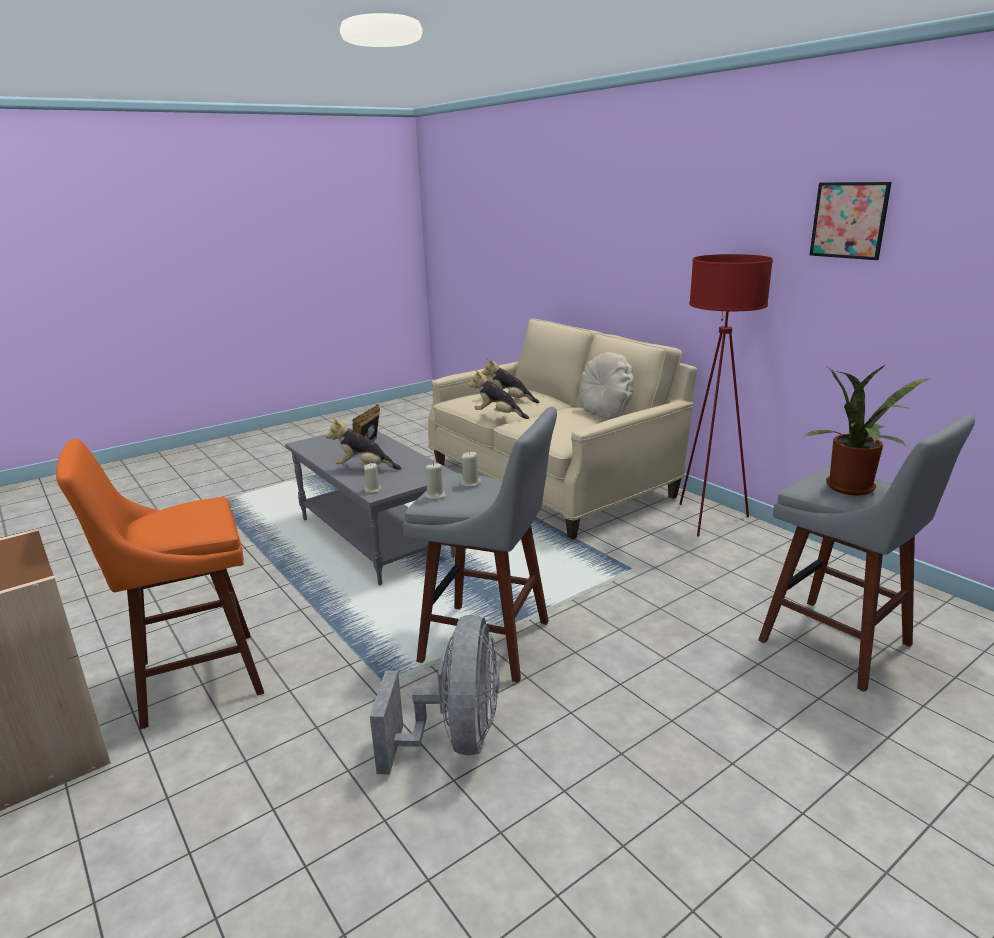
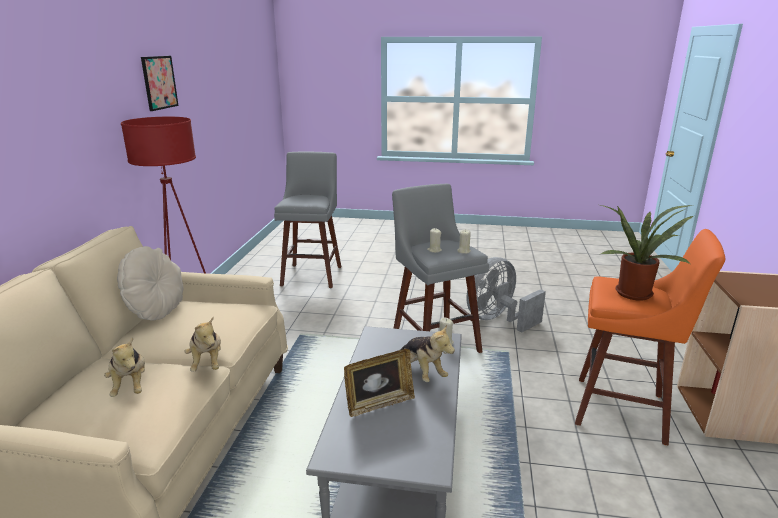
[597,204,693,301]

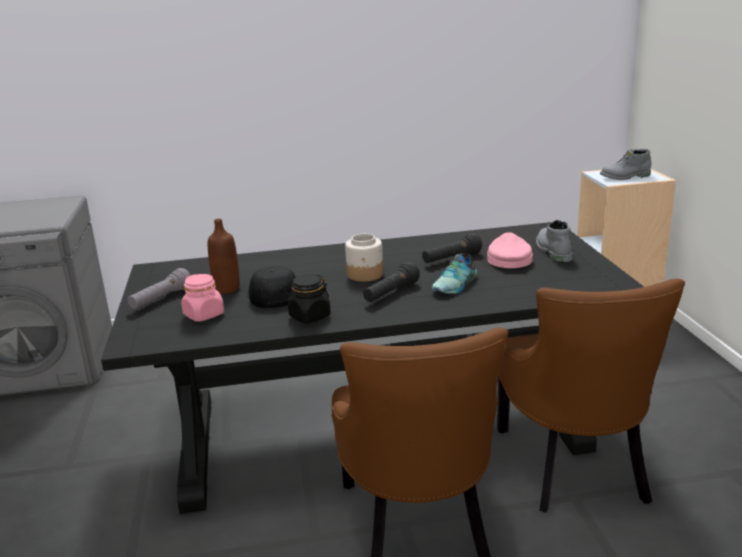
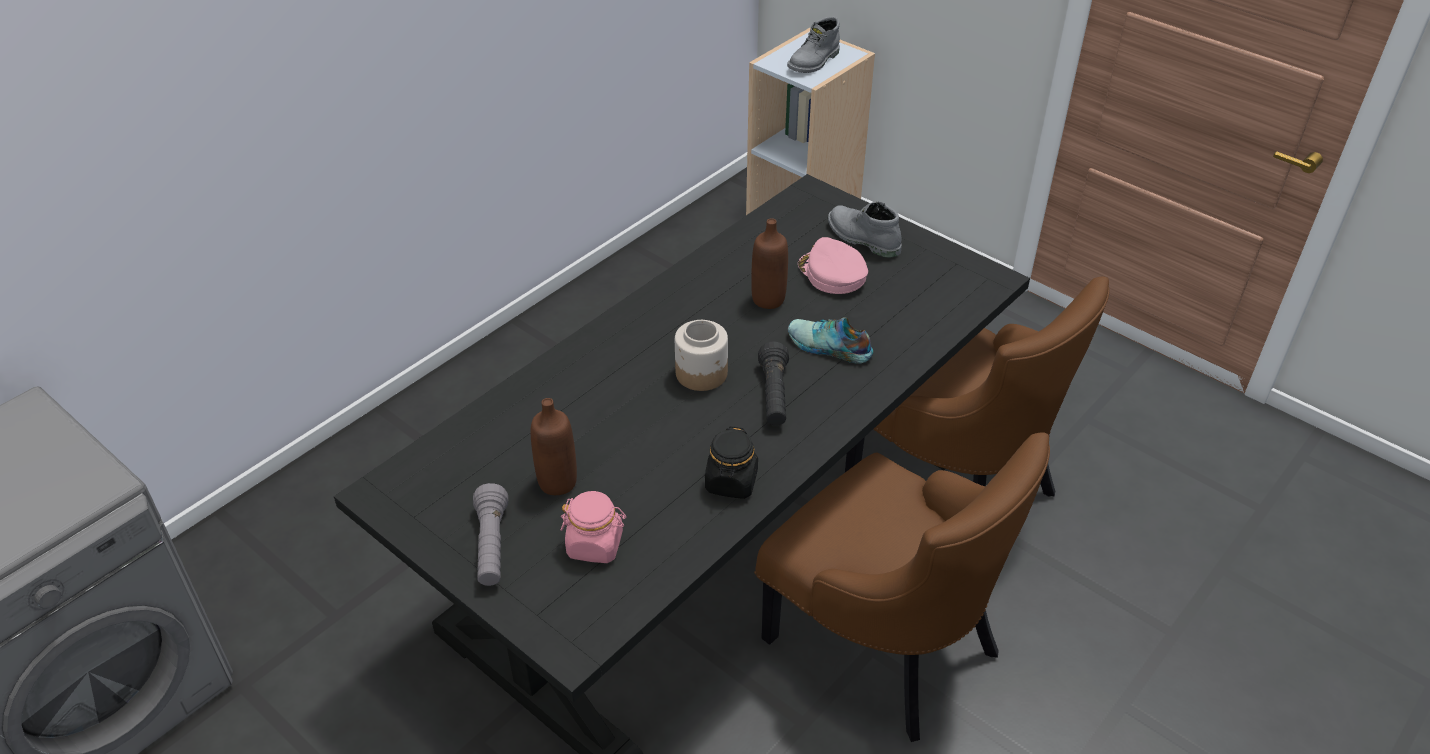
[751,218,788,309]
[788,318,873,364]
[247,266,296,308] (first image)

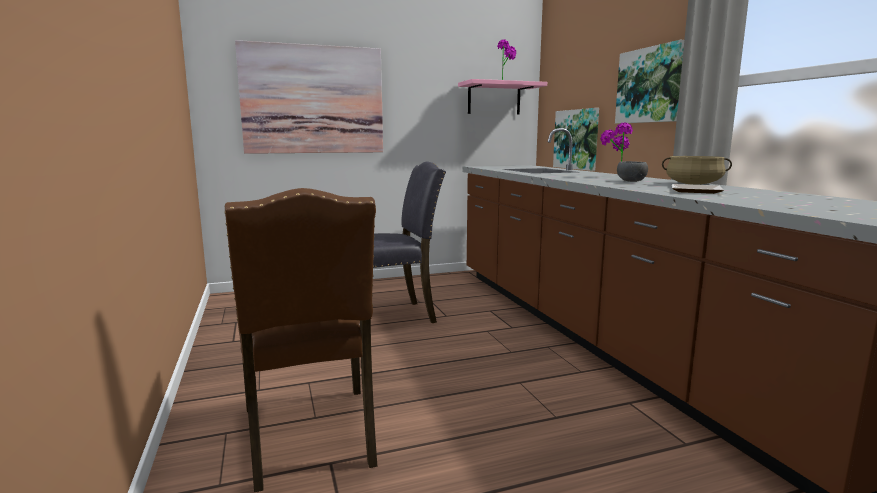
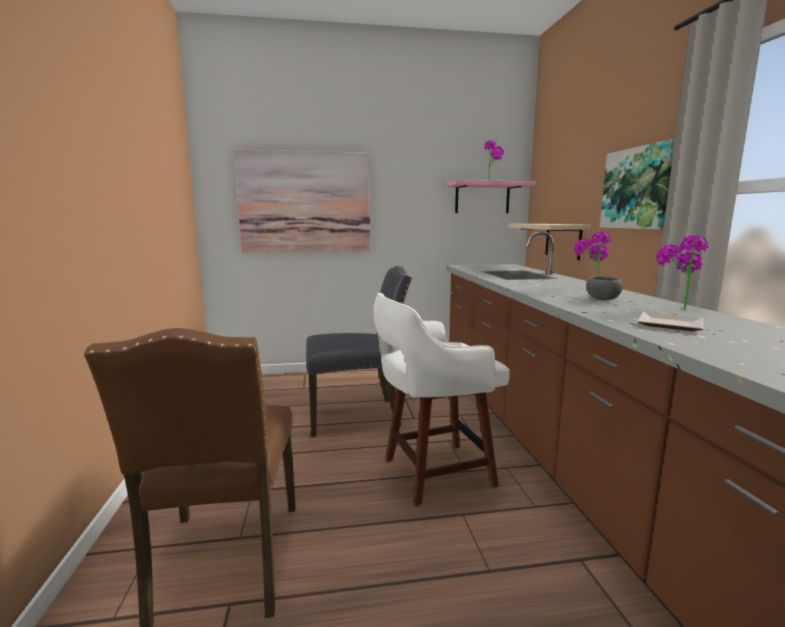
[509,224,591,260]
[656,235,708,310]
[373,293,510,506]

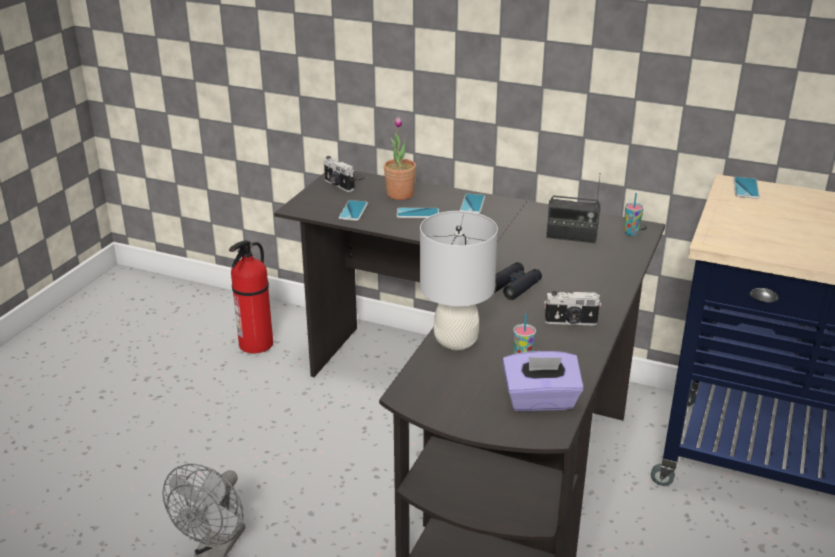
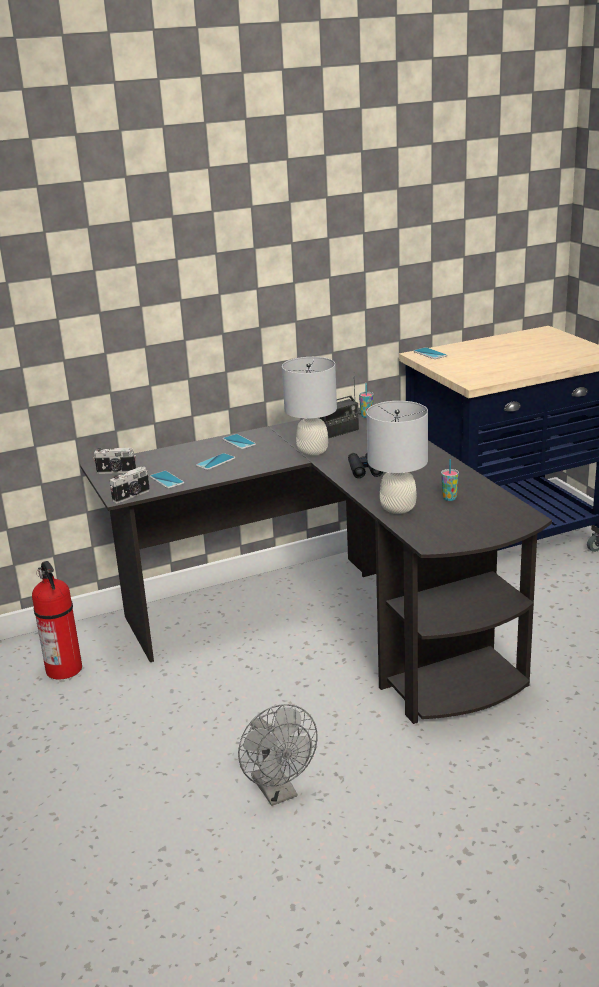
[384,117,416,200] (first image)
[110,467,150,503]
[502,351,584,411] (first image)
[282,357,337,456]

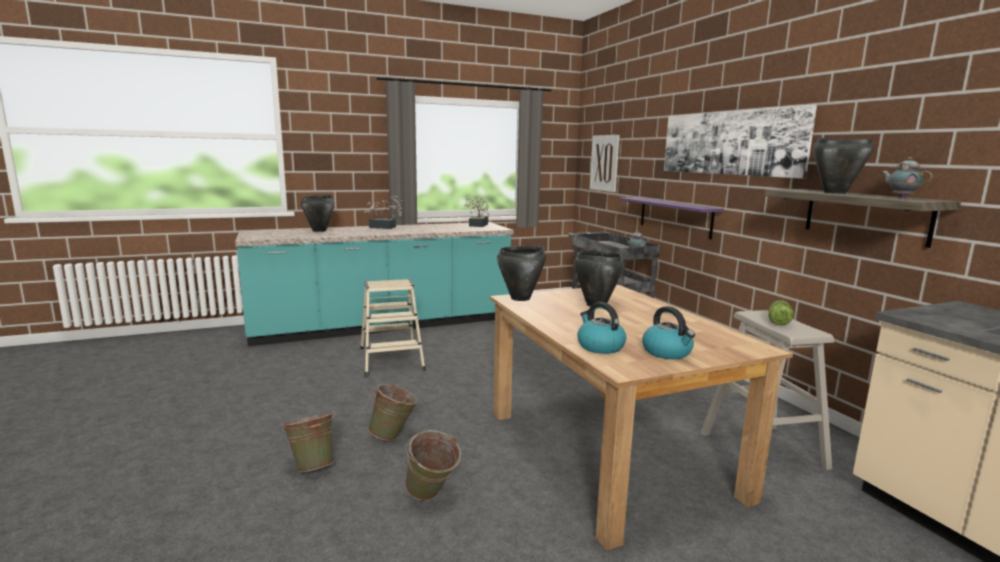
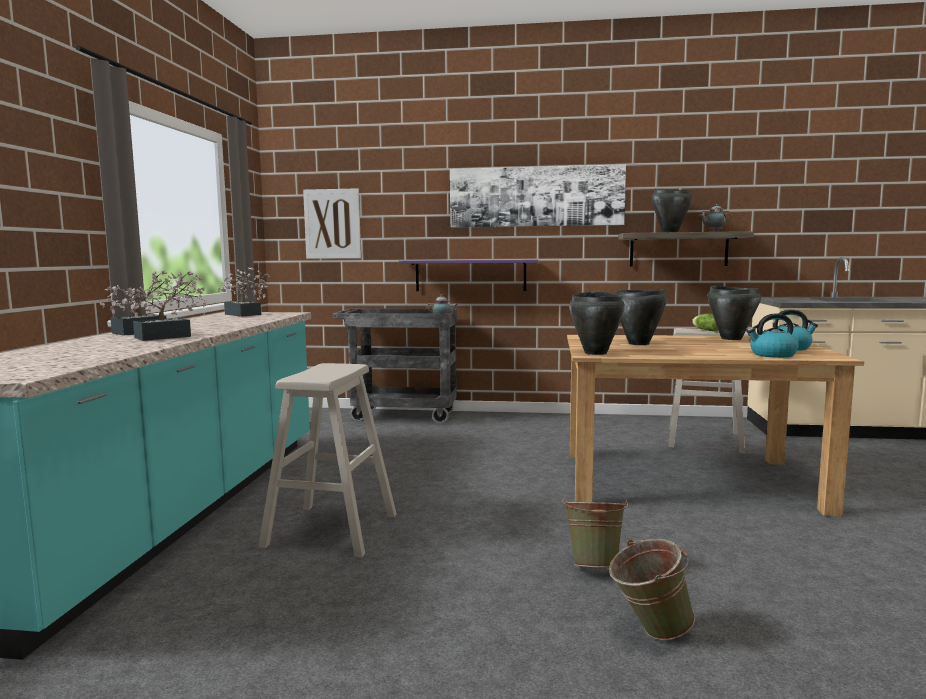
[708,286,761,340]
[258,363,396,558]
[405,430,461,501] (first image)
[119,271,207,341]

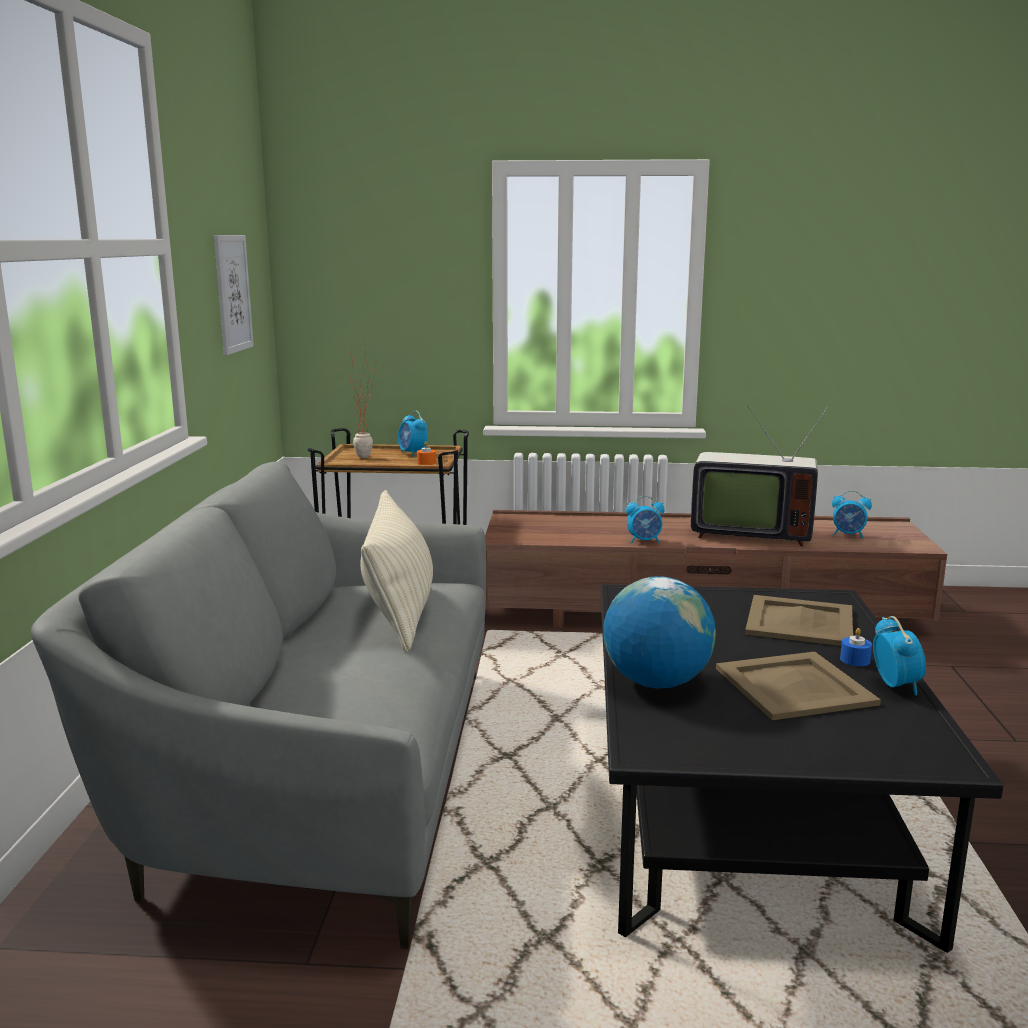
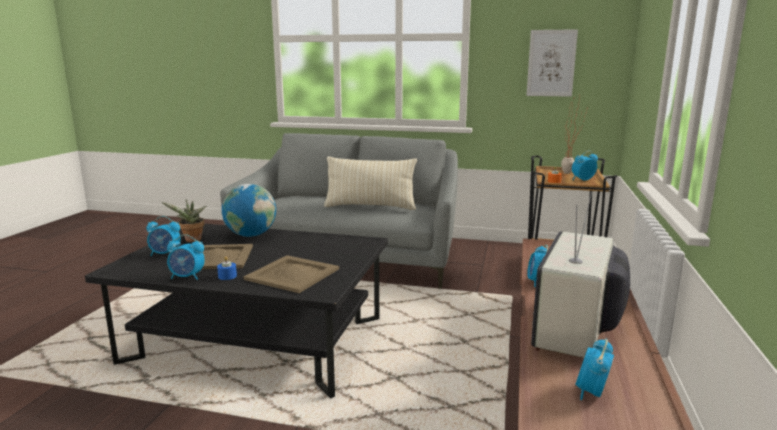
[162,199,206,242]
[147,216,181,256]

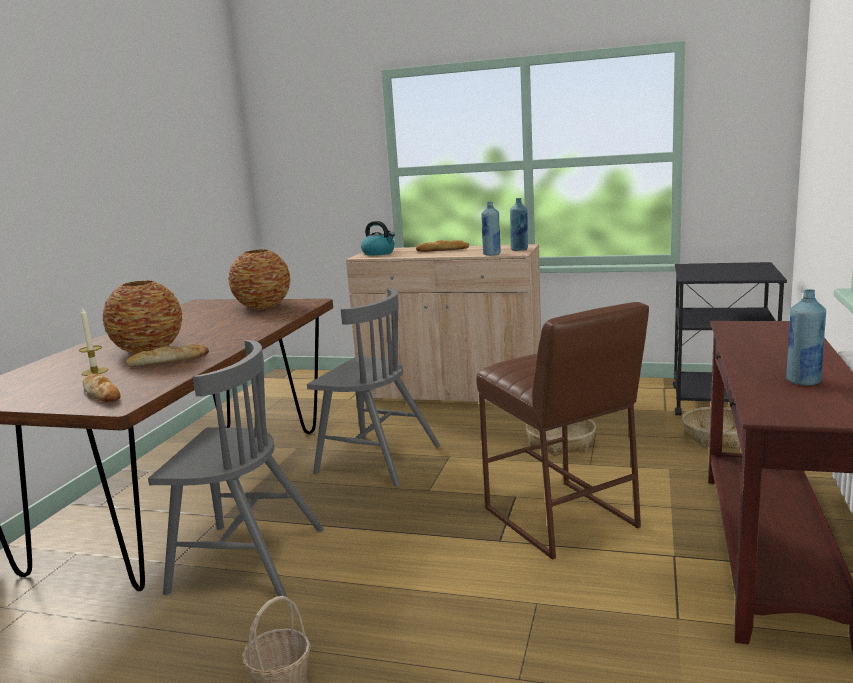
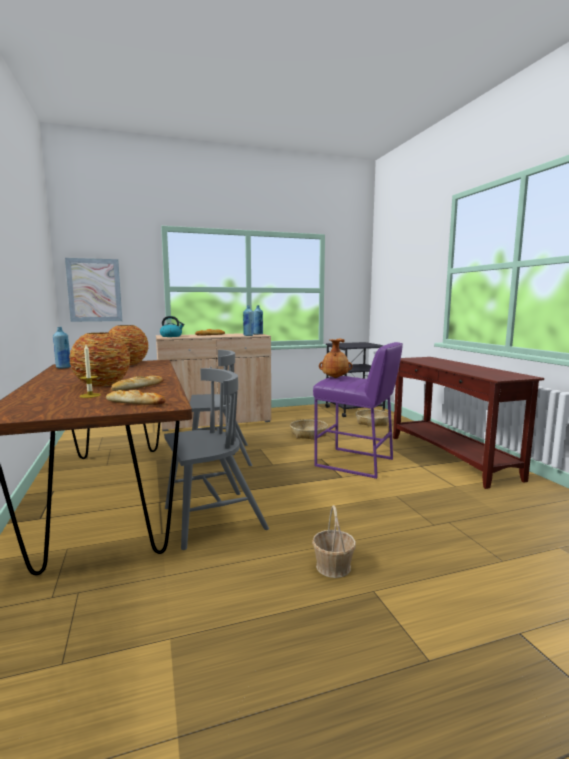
[53,327,71,369]
[313,342,403,479]
[65,258,122,322]
[319,339,352,378]

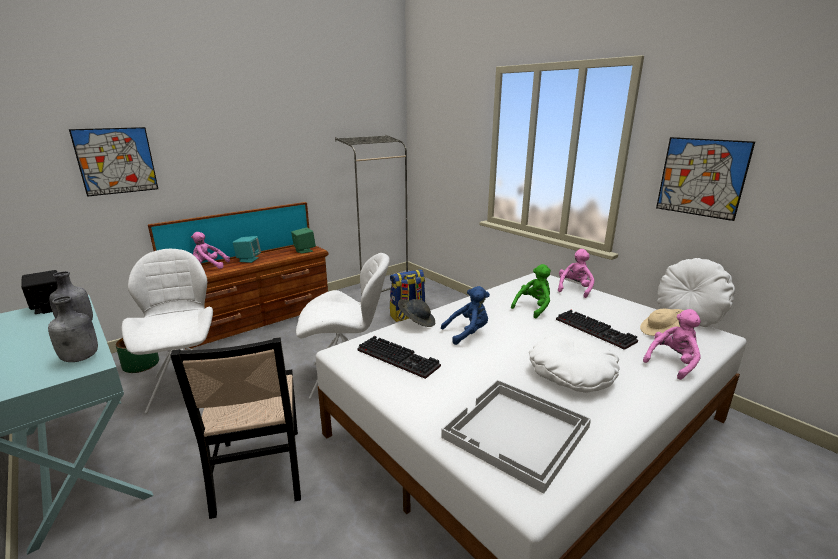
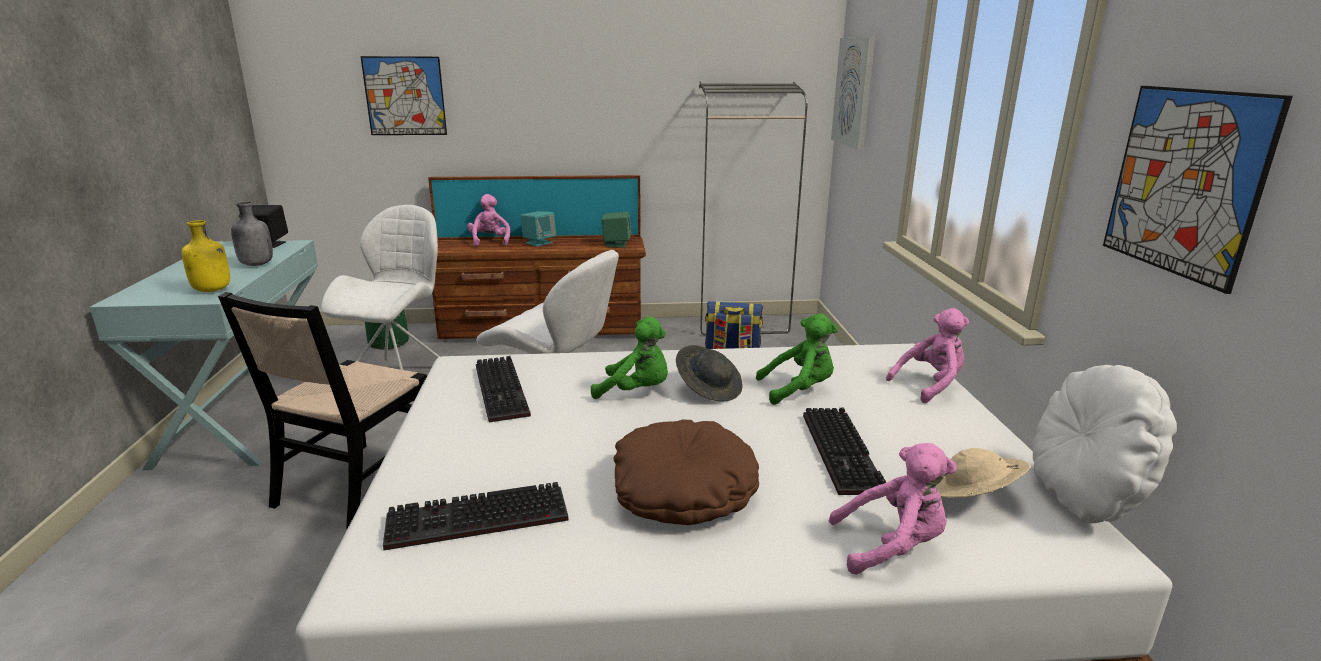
[467,194,510,247]
[591,317,668,399]
[182,220,230,292]
[676,345,743,401]
[613,419,759,525]
[383,482,569,550]
[831,37,875,150]

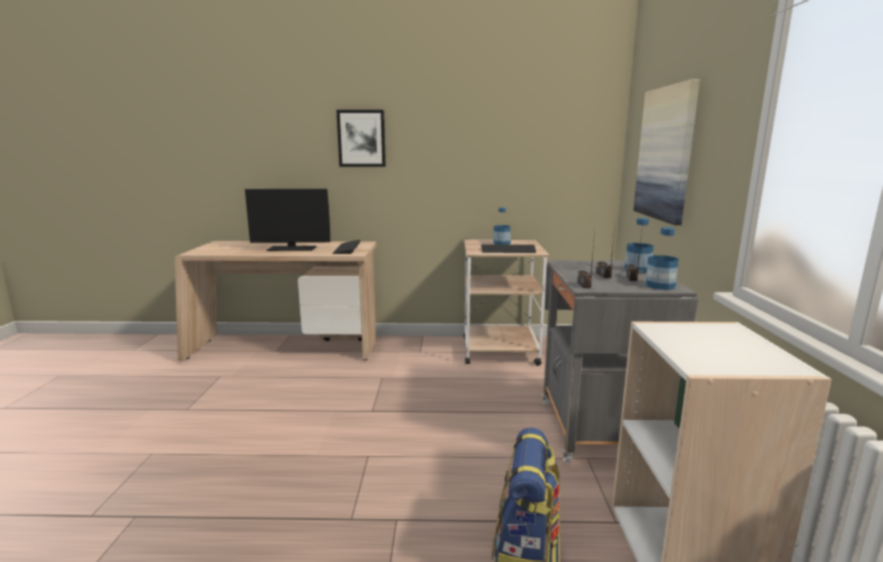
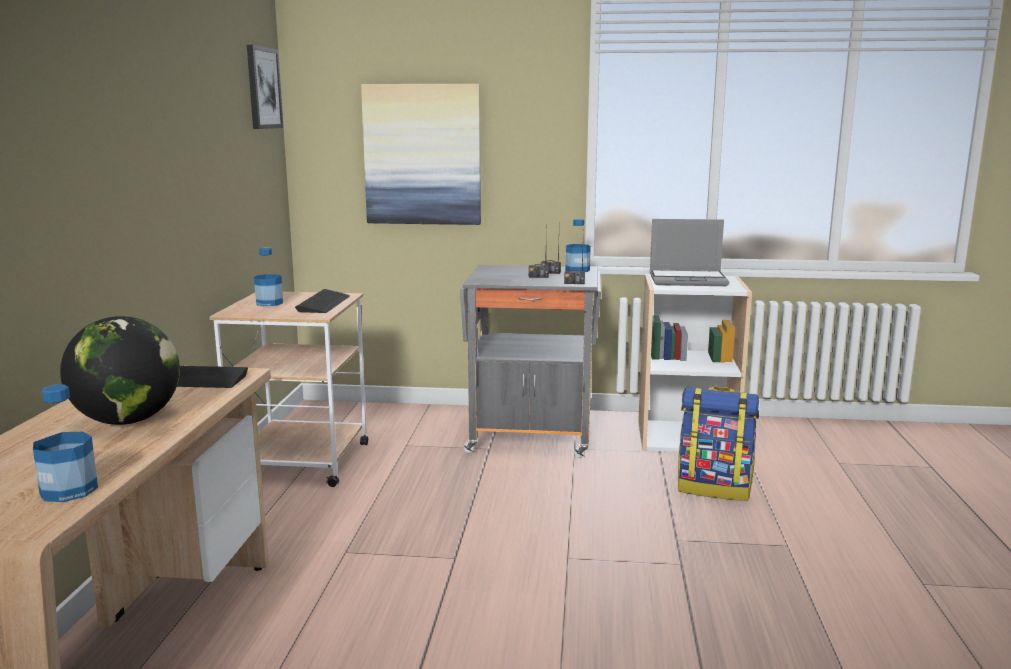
[247,45,284,129]
[60,316,180,425]
[33,384,98,502]
[650,219,729,286]

